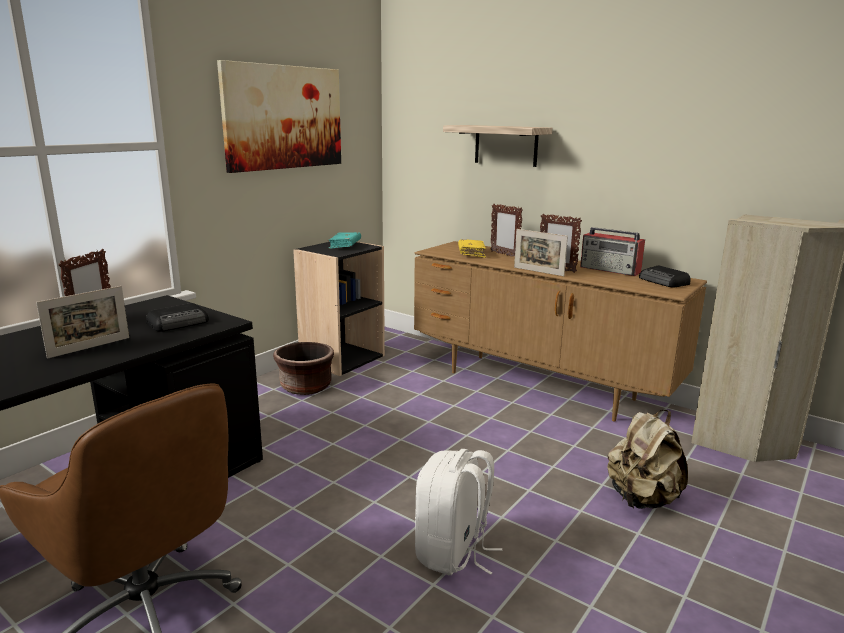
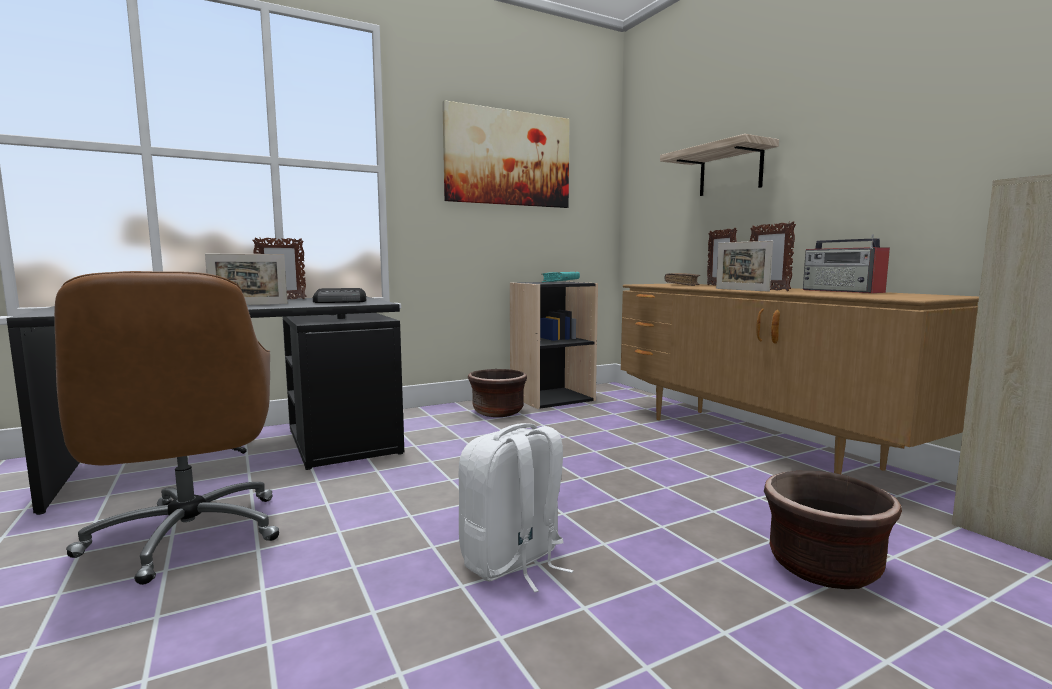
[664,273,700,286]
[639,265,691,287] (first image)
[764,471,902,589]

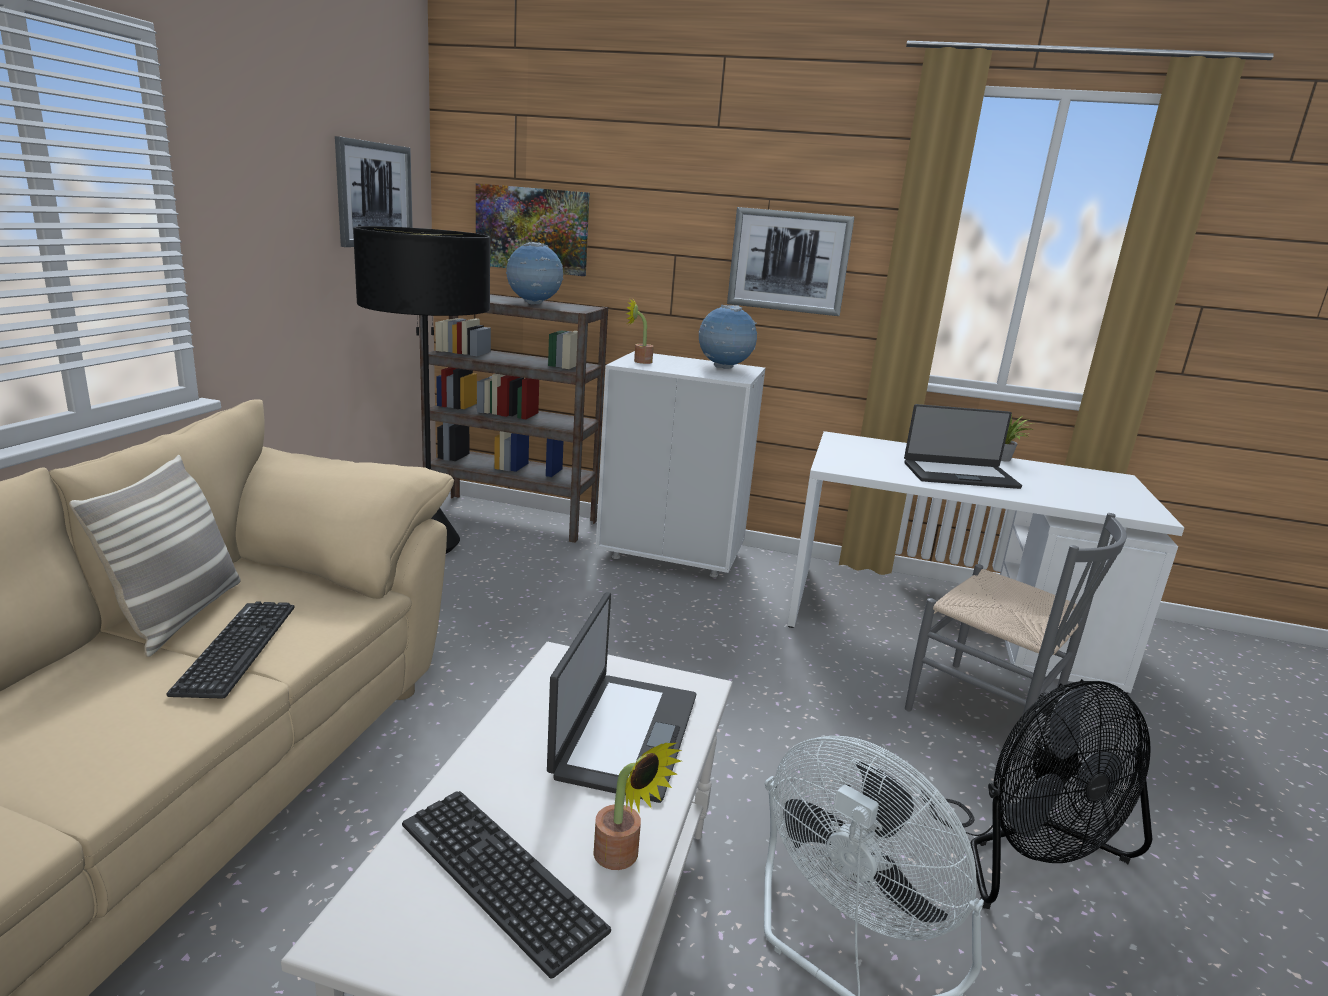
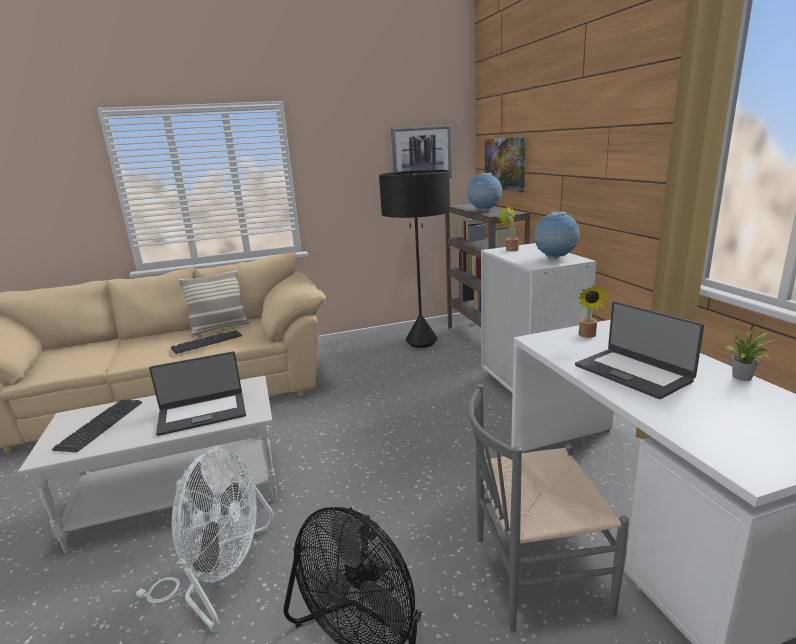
[727,207,855,316] (first image)
[468,384,629,632]
[578,285,609,338]

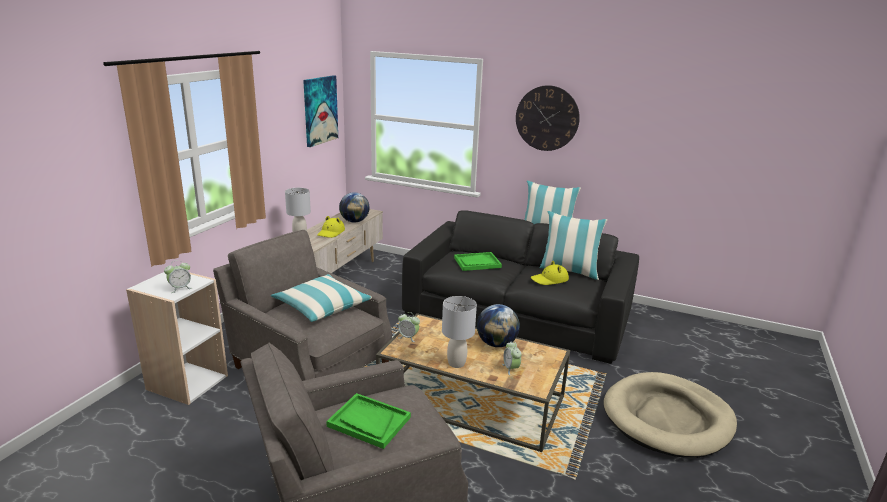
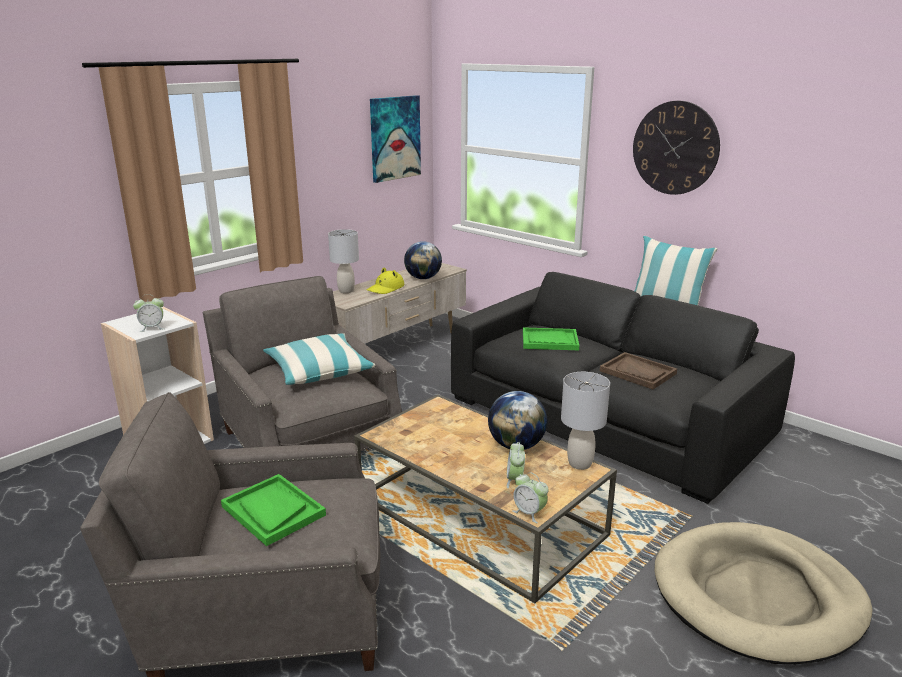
[540,211,607,280] (first image)
[600,352,677,389]
[561,372,610,470]
[513,472,549,523]

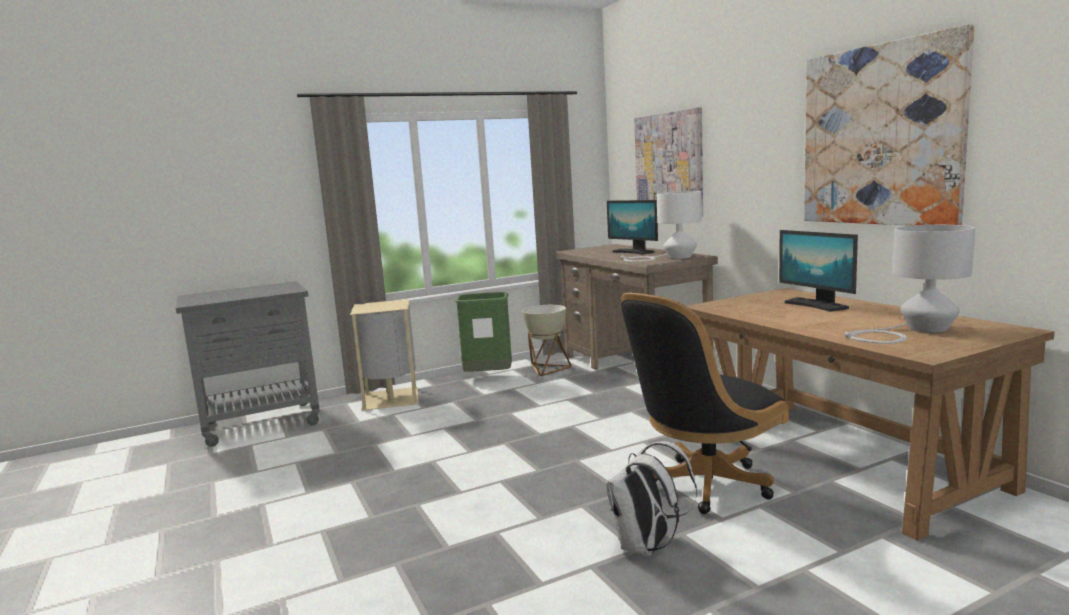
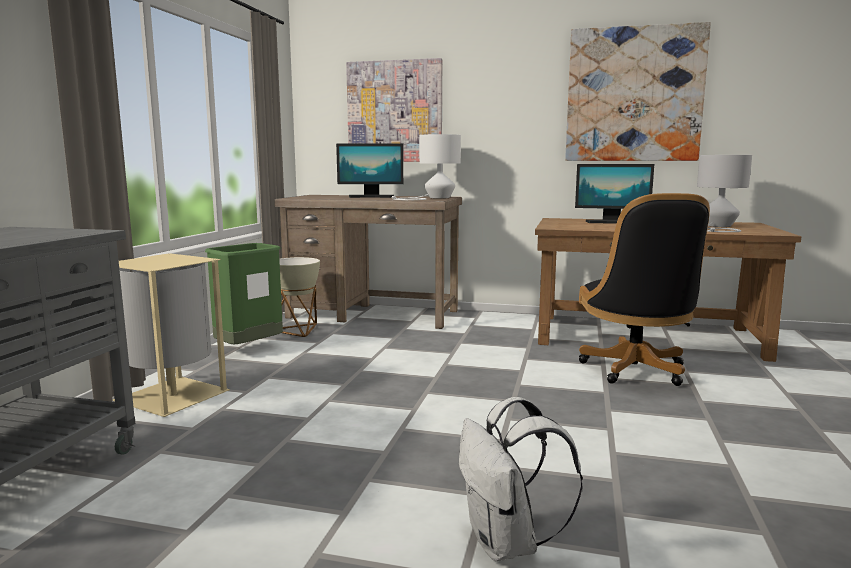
[459,397,583,561]

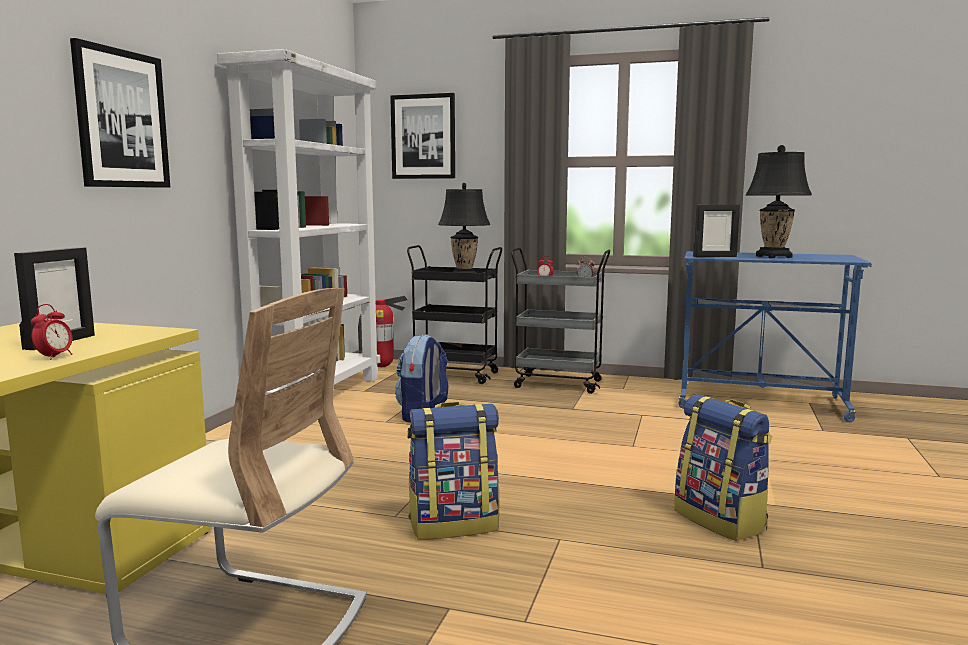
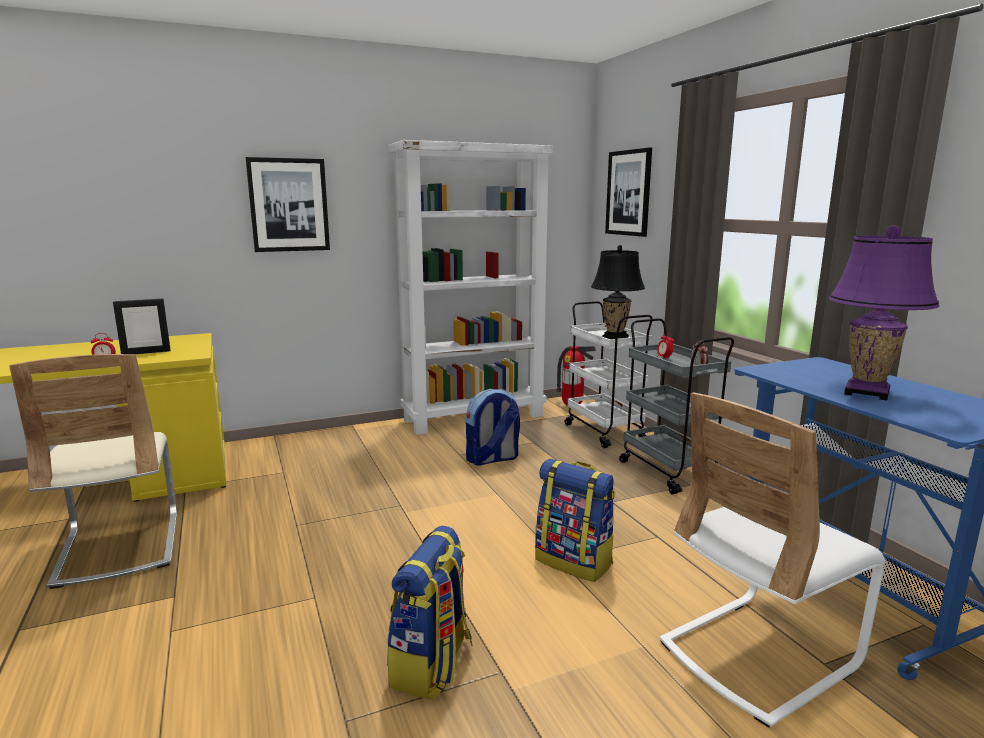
[829,225,939,401]
[693,205,740,257] (first image)
[565,301,653,448]
[535,459,615,582]
[660,393,886,728]

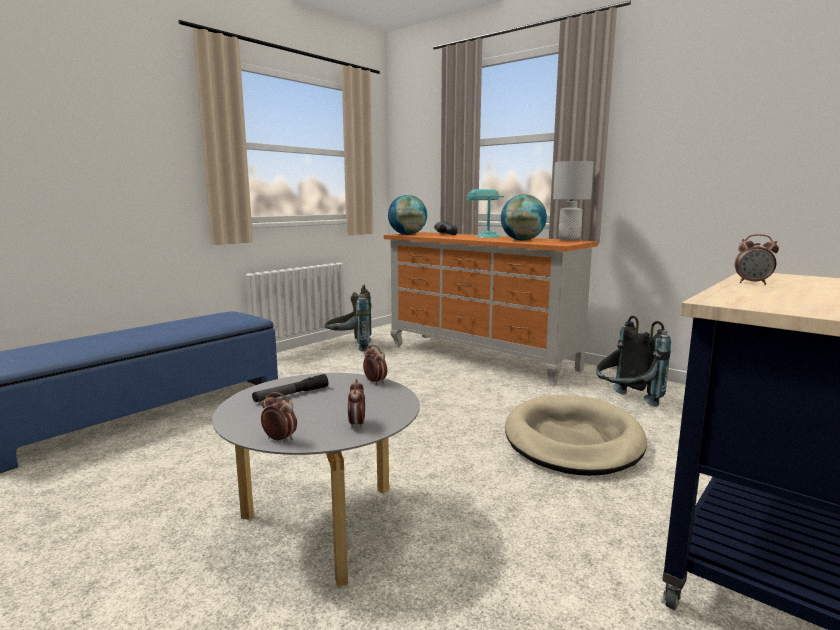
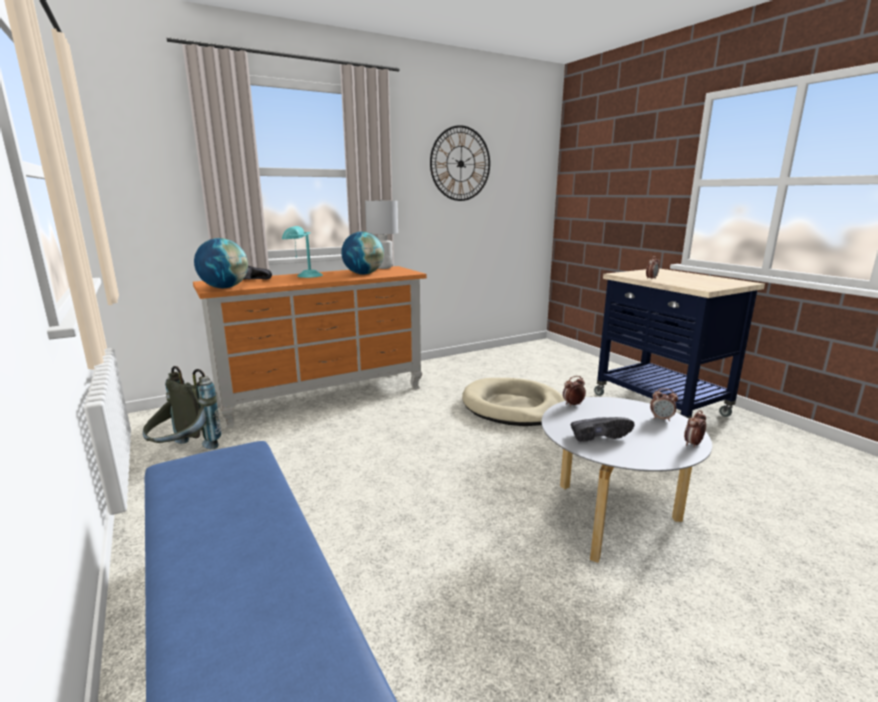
[596,315,671,407] (first image)
[571,417,635,442]
[430,125,490,201]

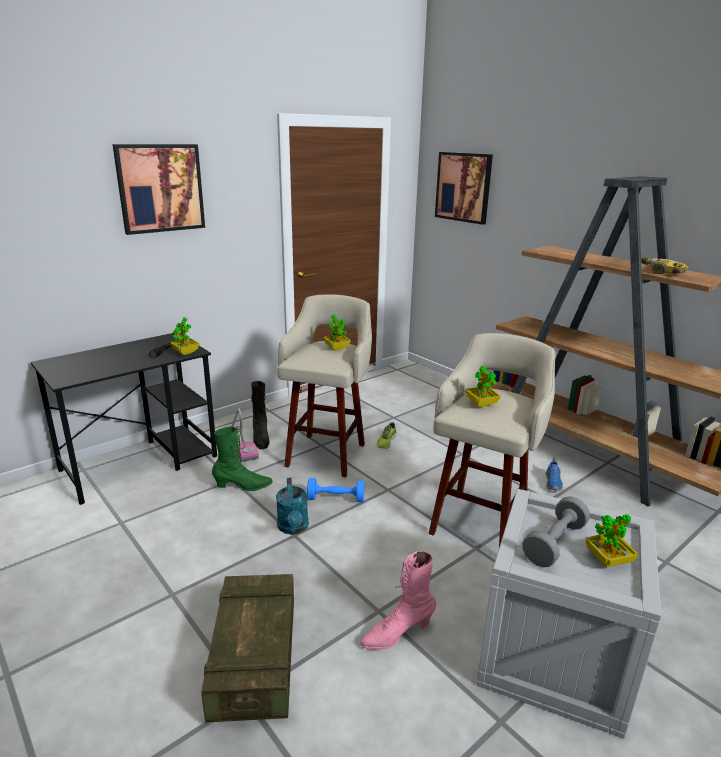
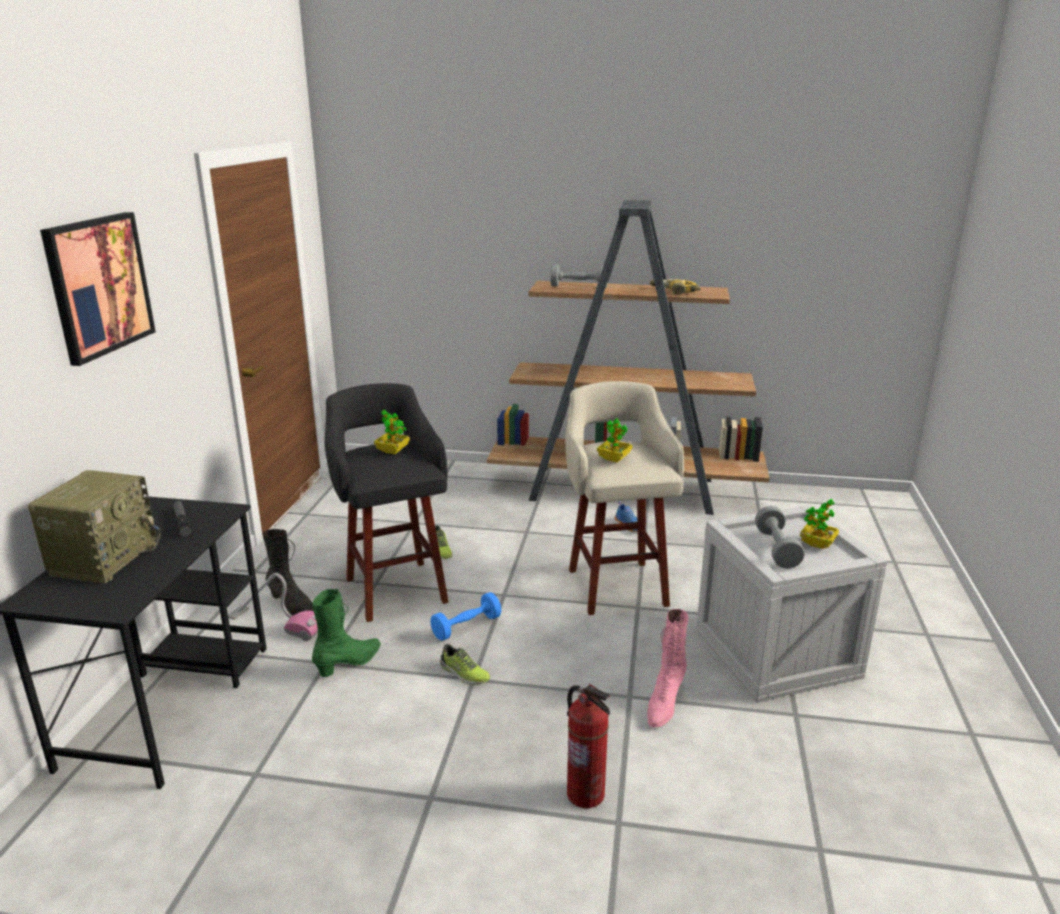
[435,152,493,225] (first image)
[325,383,449,622]
[170,317,199,355] (first image)
[440,644,490,685]
[567,684,610,808]
[550,264,608,287]
[28,470,161,584]

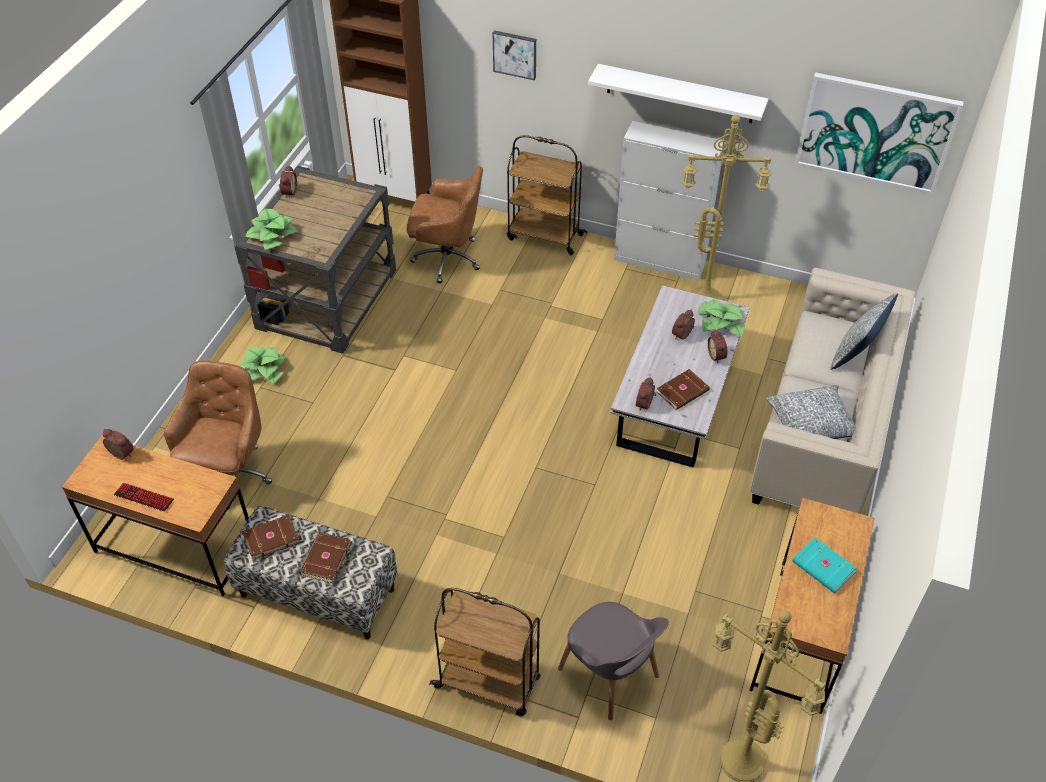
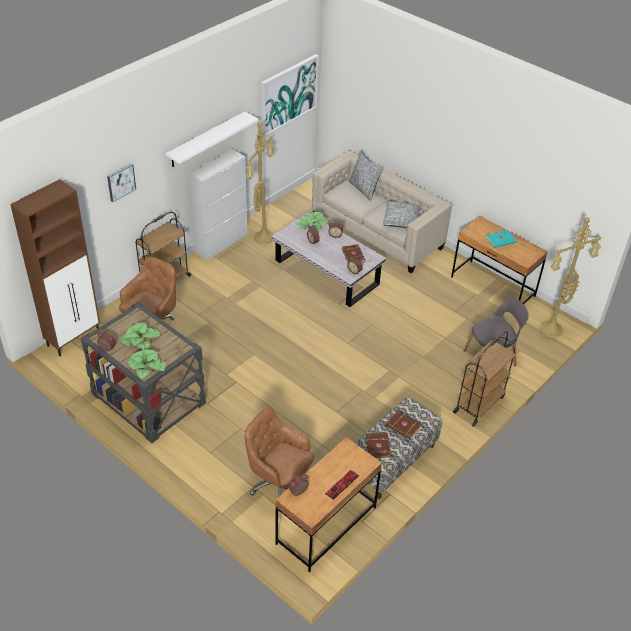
[120,323,161,349]

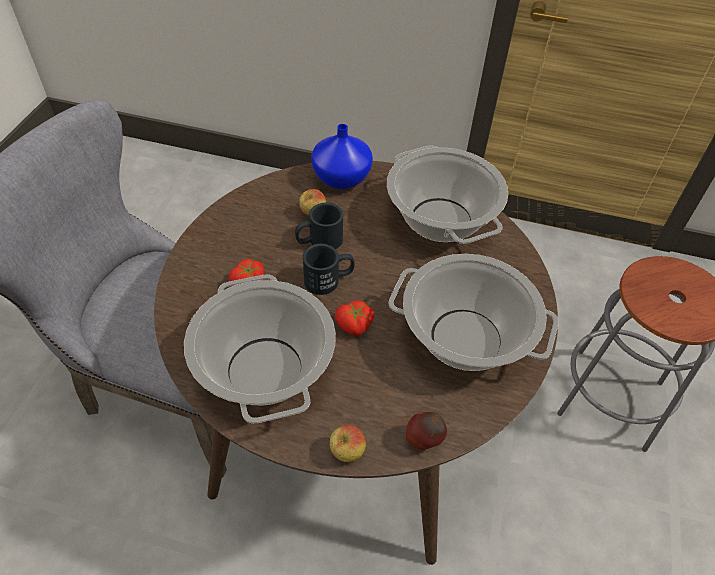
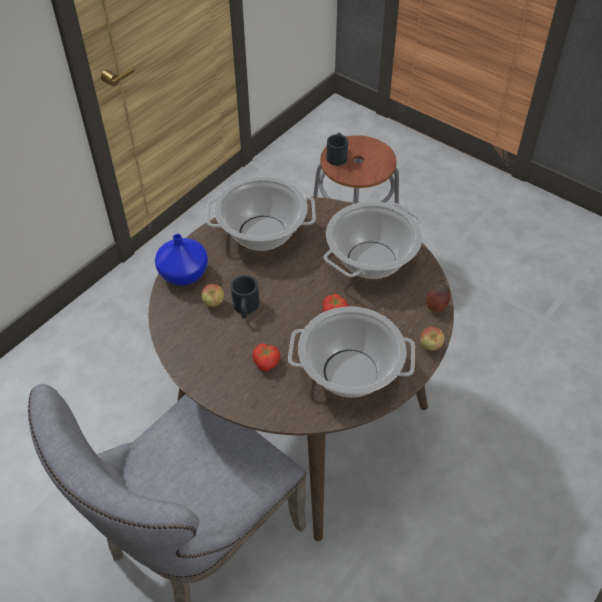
[327,133,348,166]

